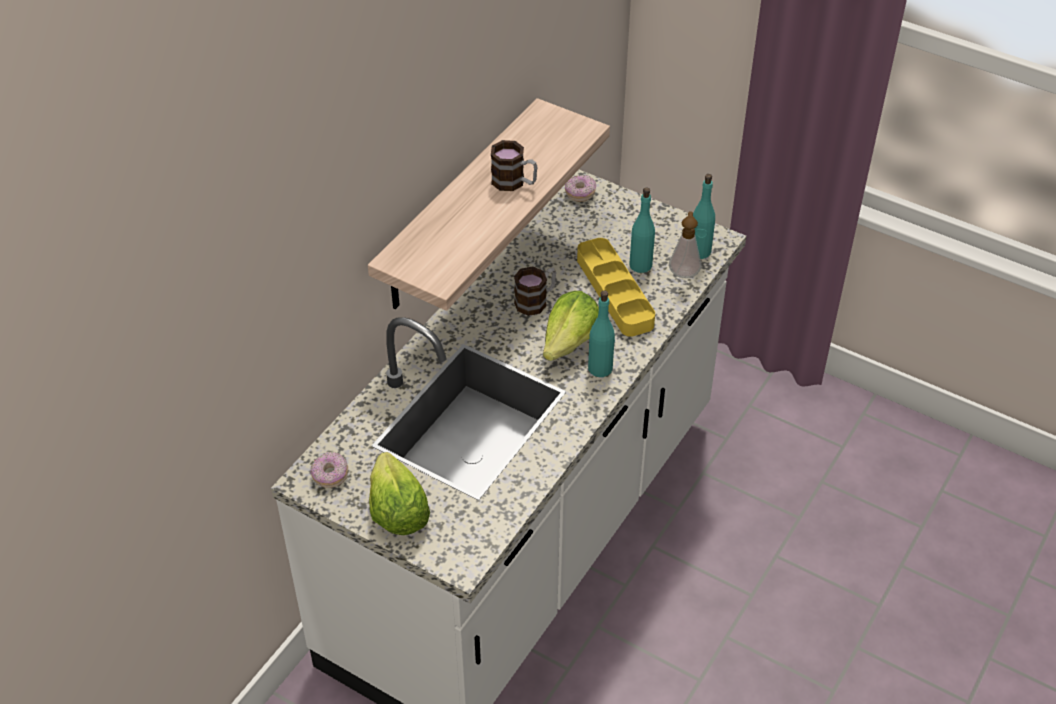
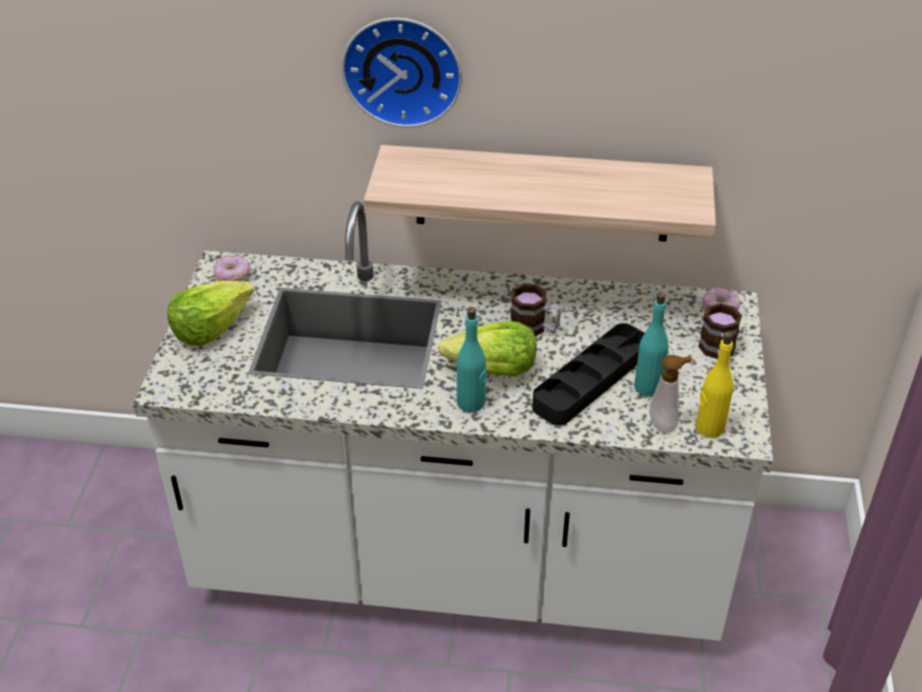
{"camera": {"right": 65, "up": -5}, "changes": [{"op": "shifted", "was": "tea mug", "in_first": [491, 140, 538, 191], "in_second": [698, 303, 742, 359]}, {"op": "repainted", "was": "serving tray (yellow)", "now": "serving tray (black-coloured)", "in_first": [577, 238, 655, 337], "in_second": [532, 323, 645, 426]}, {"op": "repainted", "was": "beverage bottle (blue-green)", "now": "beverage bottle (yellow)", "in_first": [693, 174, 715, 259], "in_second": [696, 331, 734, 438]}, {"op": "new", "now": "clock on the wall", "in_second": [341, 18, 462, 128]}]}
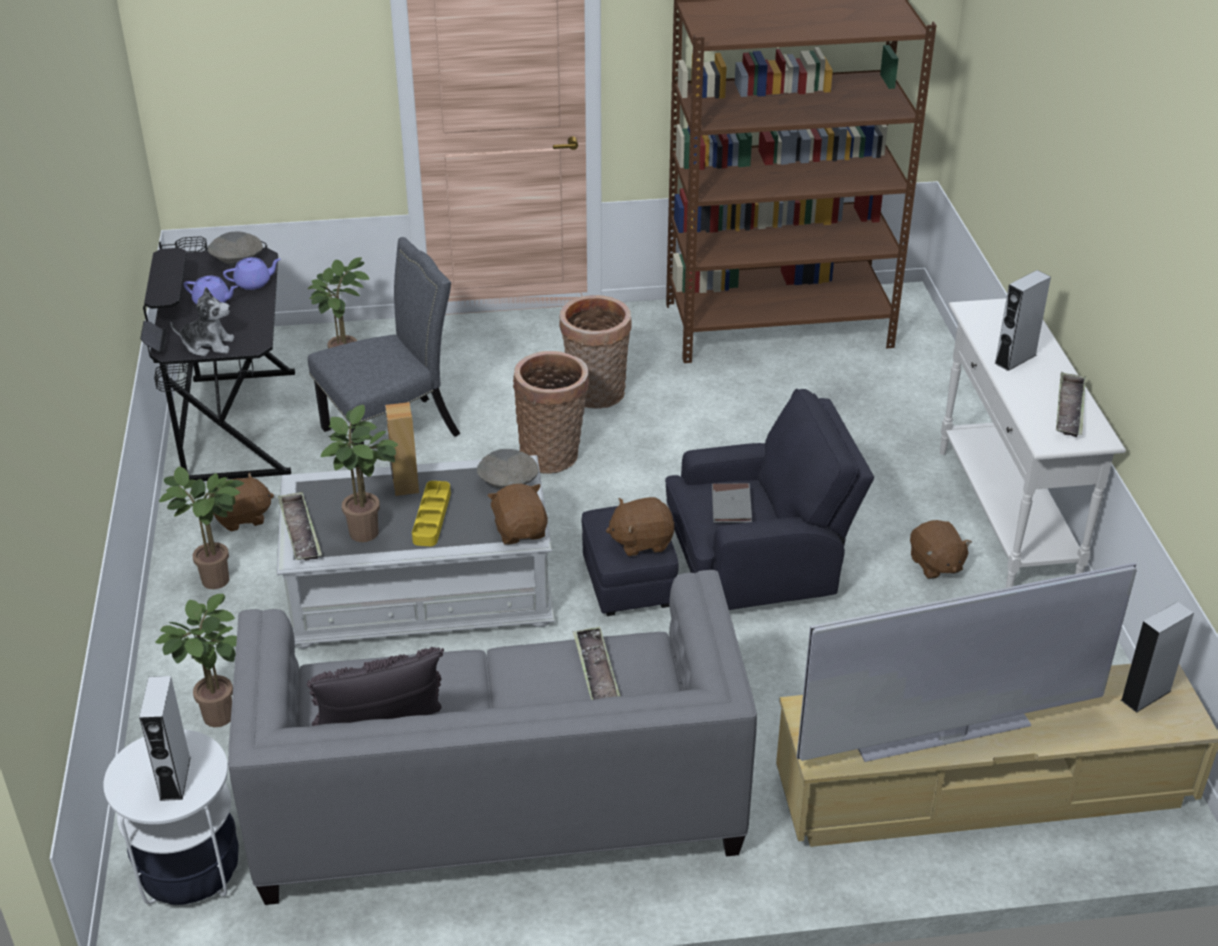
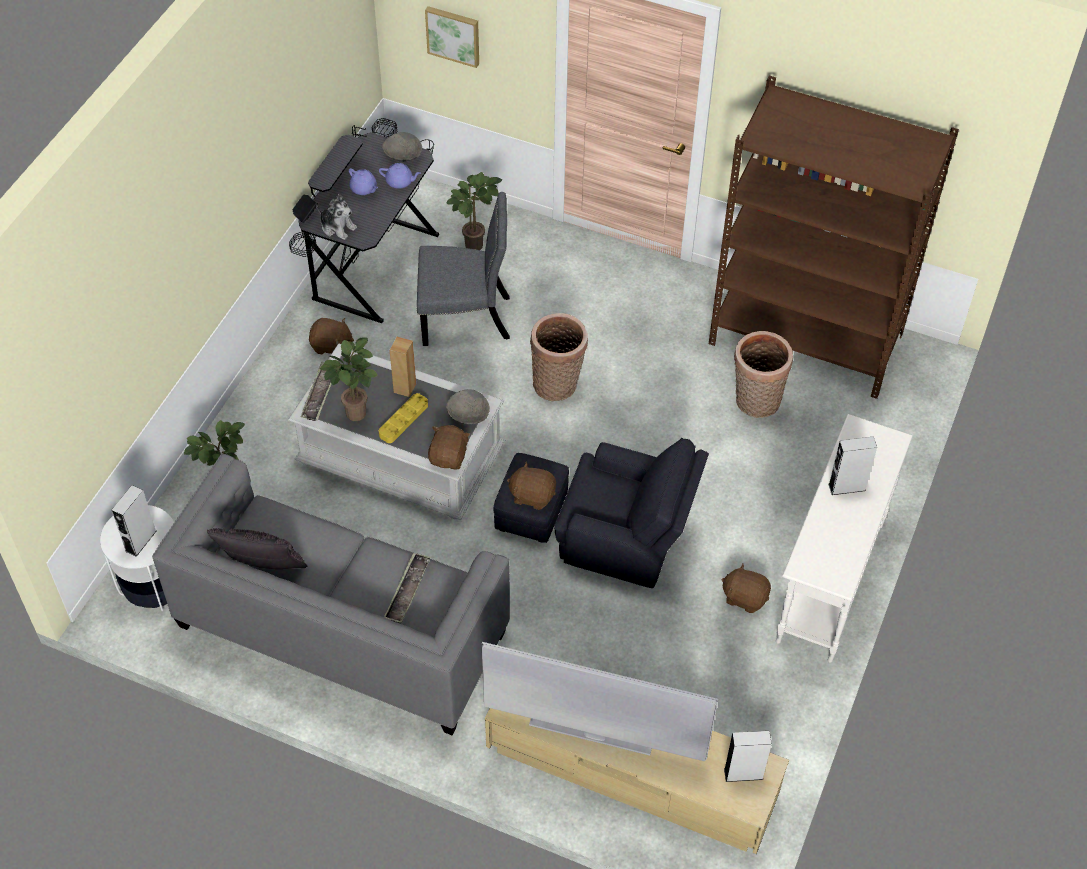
{"camera": {"right": 30, "up": 15}, "changes": [{"op": "gone", "was": "plant in a pot", "in_first": [159, 467, 244, 589]}, {"op": "shifted", "was": "household basket", "in_first": [559, 295, 632, 409], "in_second": [734, 331, 793, 418]}, {"op": "gone", "was": "book (grey)", "in_first": [712, 483, 752, 523]}, {"op": "rotated", "was": "plush toy (brownish)", "in_first": [910, 520, 972, 579], "in_second": [721, 563, 771, 613], "clockwise": 105}, {"op": "gone", "was": "serving tray", "in_first": [1056, 372, 1086, 437]}, {"op": "new", "now": "wall picture", "in_second": [425, 6, 479, 68]}]}
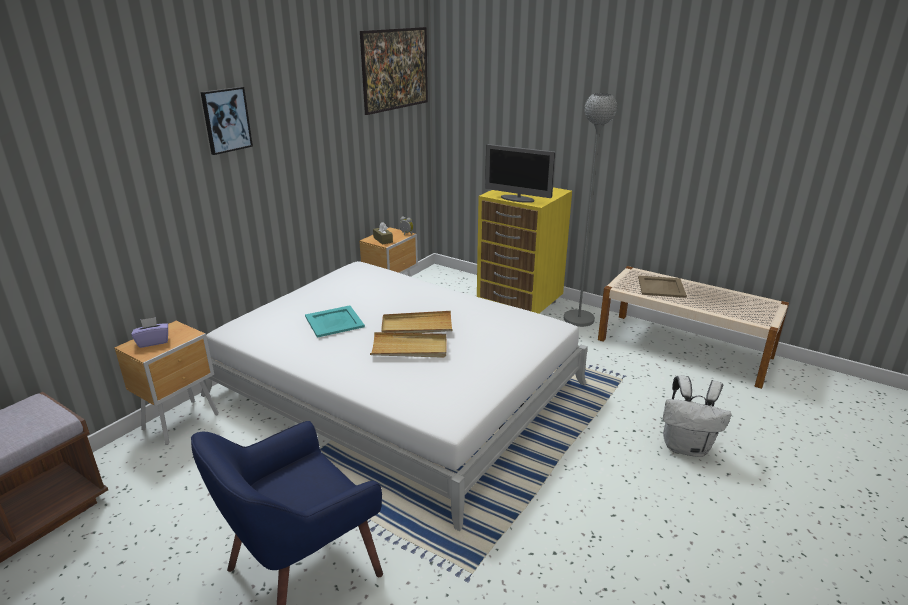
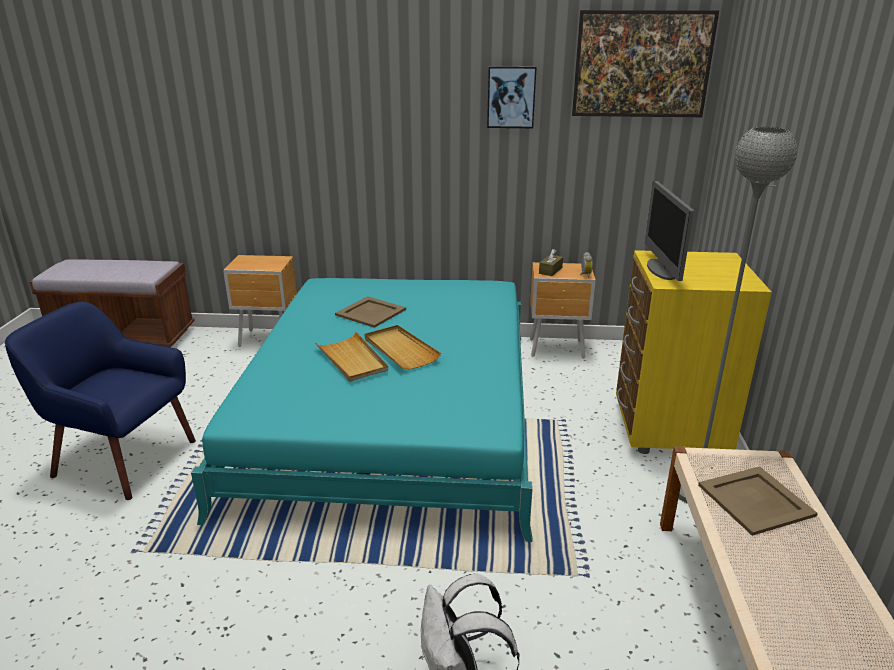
{"camera": {"right": 60, "up": 0}, "changes": [{"op": "gone", "was": "tissue box (purplish)", "in_first": [131, 317, 168, 348]}, {"op": "shifted", "was": "wall picture", "in_first": [201, 87, 253, 155], "in_second": [487, 66, 537, 128]}, {"op": "repainted", "was": "sleeping bed (white)", "now": "sleeping bed (blue-green)", "in_first": [201, 261, 588, 531], "in_second": [191, 278, 533, 542]}, {"op": "repainted", "was": "serving tray (blue-green)", "now": "serving tray (sand-coloured)", "in_first": [305, 305, 365, 338], "in_second": [335, 296, 406, 328]}]}
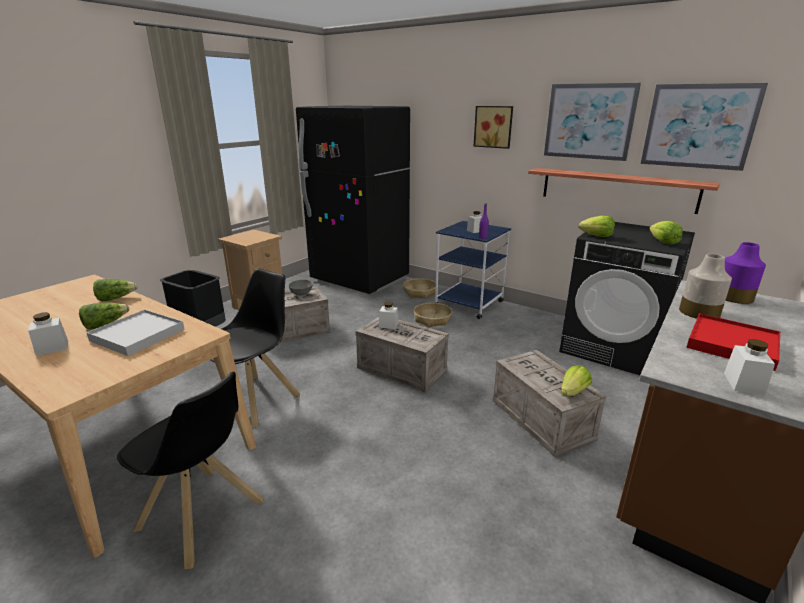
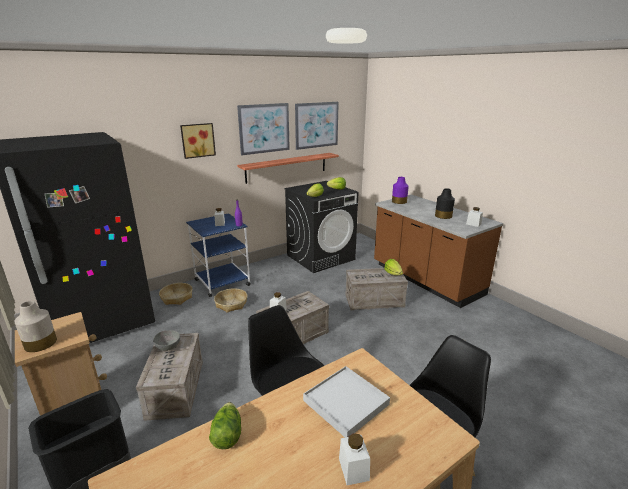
{"camera": {"right": -70, "up": 0}, "changes": [{"op": "gone", "was": "lettuce head", "in_first": [79, 303, 129, 330]}, {"op": "shifted", "was": "decorative vase (sand-coloured)", "in_first": [679, 254, 732, 319], "in_second": [14, 301, 57, 352]}, {"op": "swapped", "was": "serving tray (red-coloured)", "now": "decorative vase (black-coloured)", "in_first": [686, 313, 780, 371], "in_second": [435, 188, 455, 219]}]}
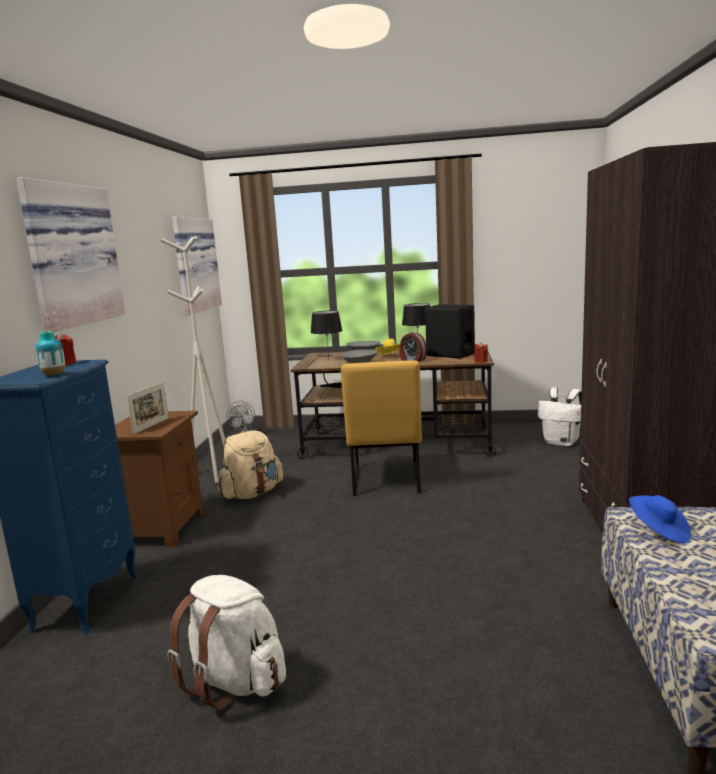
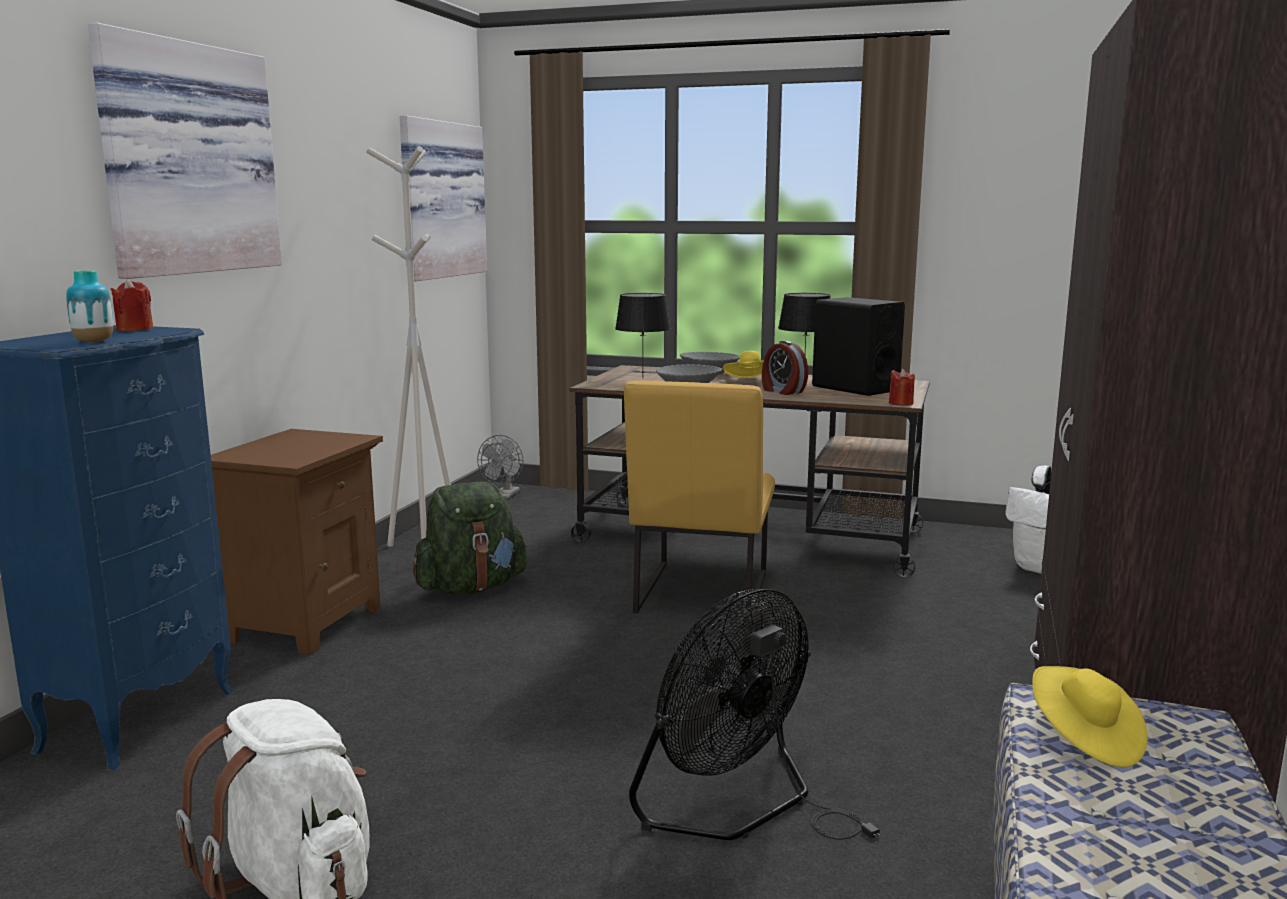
{"camera": {"right": 10, "up": 0}, "changes": [{"op": "gone", "was": "picture frame", "in_first": [127, 382, 169, 434]}, {"op": "repainted", "was": "backpack (sand-coloured)", "now": "backpack (green-coloured)", "in_first": [218, 430, 283, 499], "in_second": [413, 482, 528, 595]}, {"op": "repainted", "was": "wearable hat (bluish)", "now": "wearable hat (yellow)", "in_first": [629, 495, 691, 543], "in_second": [1033, 666, 1148, 768]}, {"op": "new", "now": "cooling fan (black-coloured)", "in_second": [629, 589, 880, 840]}]}
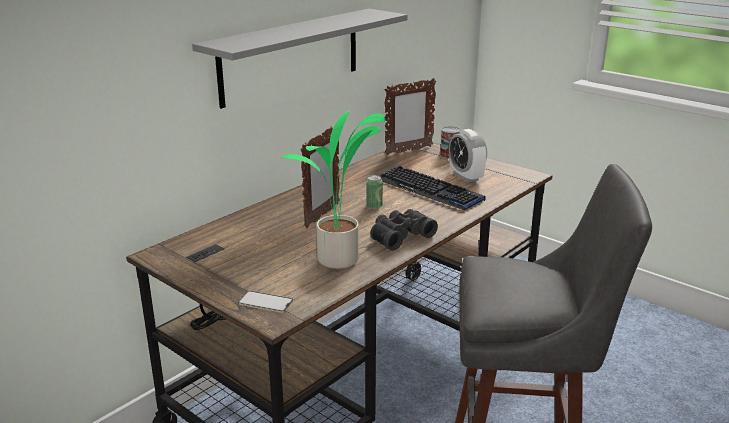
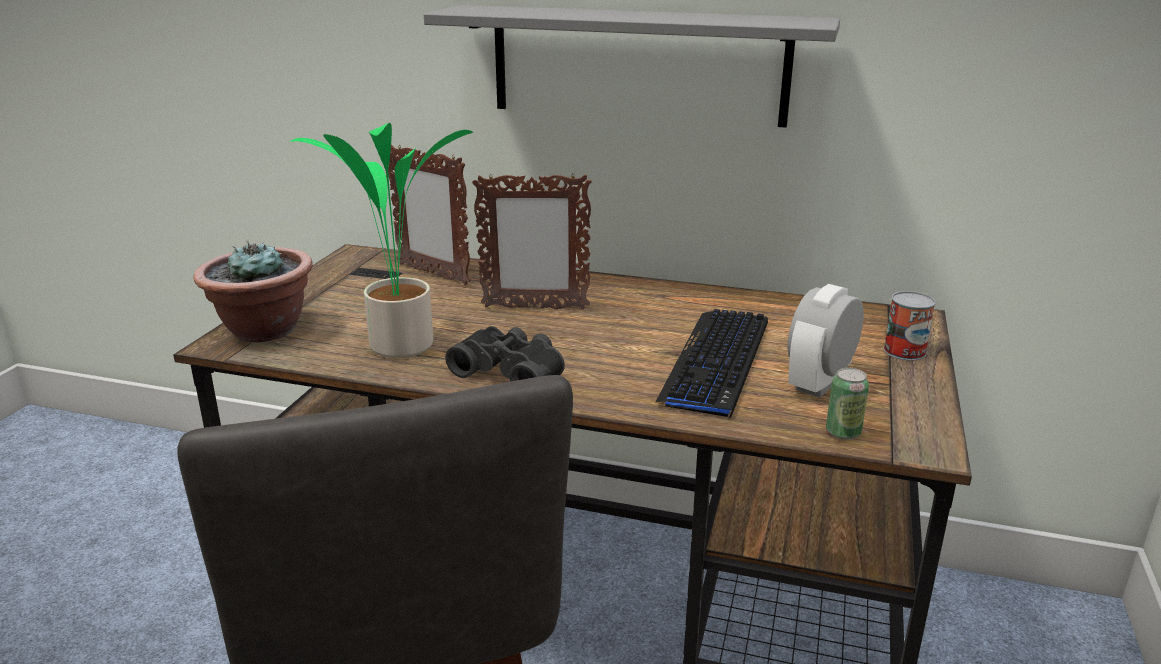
{"camera": {"right": 65, "up": 0}, "changes": [{"op": "swapped", "was": "phone", "now": "plant in a pot", "in_first": [238, 291, 293, 313], "in_second": [193, 241, 313, 342]}, {"op": "shifted", "was": "can", "in_first": [366, 175, 383, 209], "in_second": [826, 368, 869, 439]}, {"op": "shifted", "was": "picture frame", "in_first": [384, 78, 436, 155], "in_second": [388, 145, 471, 285]}]}
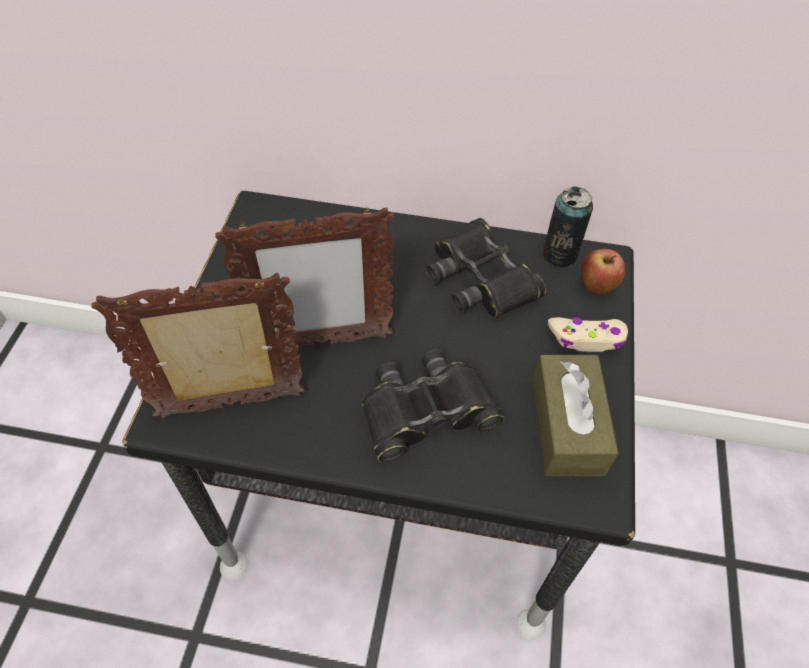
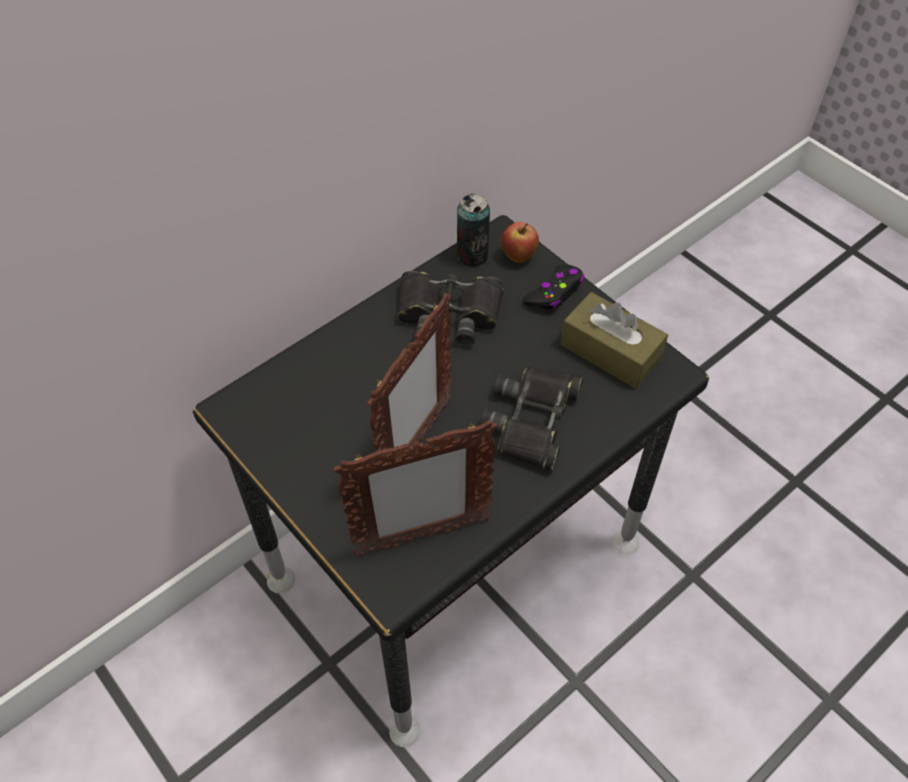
{"camera": {"right": -50, "up": 0}, "changes": [{"op": "rotated", "was": "picture frame", "in_first": [92, 273, 305, 418], "in_second": [333, 420, 498, 557], "clockwise": -135}, {"op": "repainted", "was": "game controller (sand-coloured)", "now": "game controller (black-coloured)", "in_first": [548, 317, 628, 352], "in_second": [522, 264, 585, 309]}]}
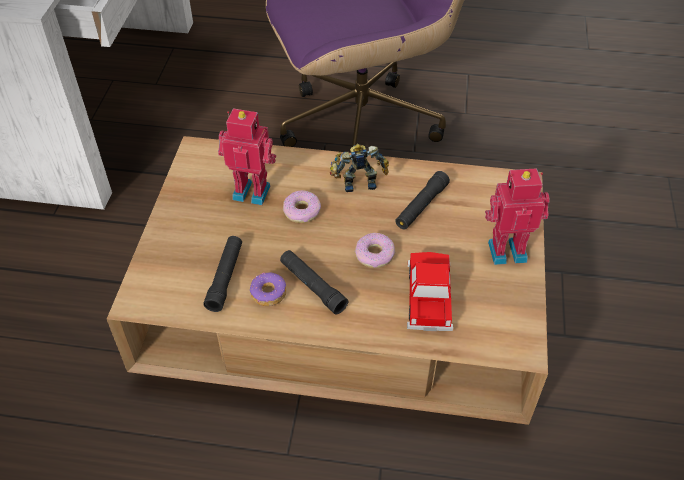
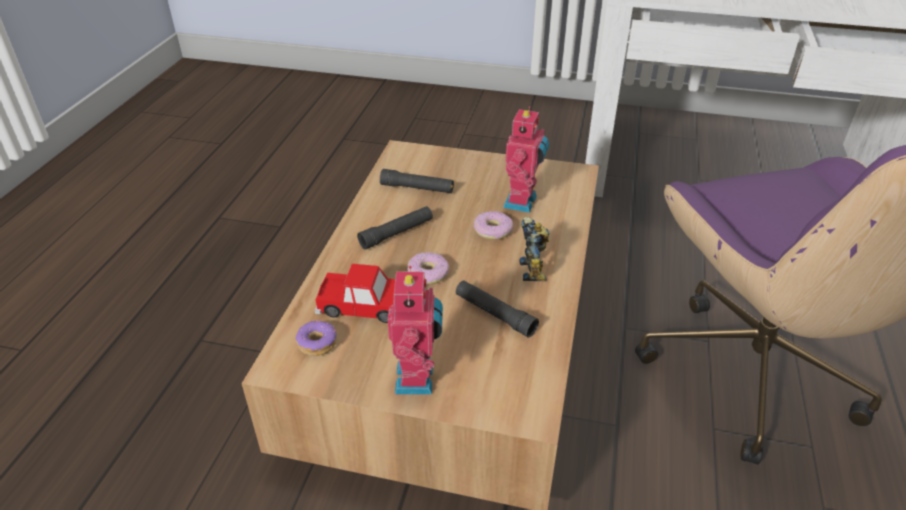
{"camera": {"right": 95, "up": -10}, "changes": [{"op": "shifted", "was": "donut", "in_first": [250, 272, 286, 306], "in_second": [296, 321, 337, 356]}]}
